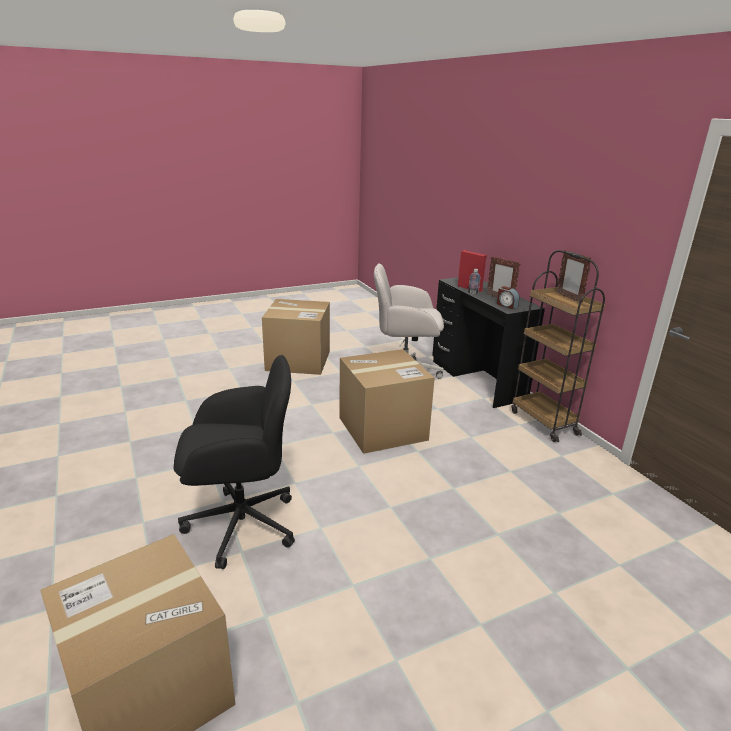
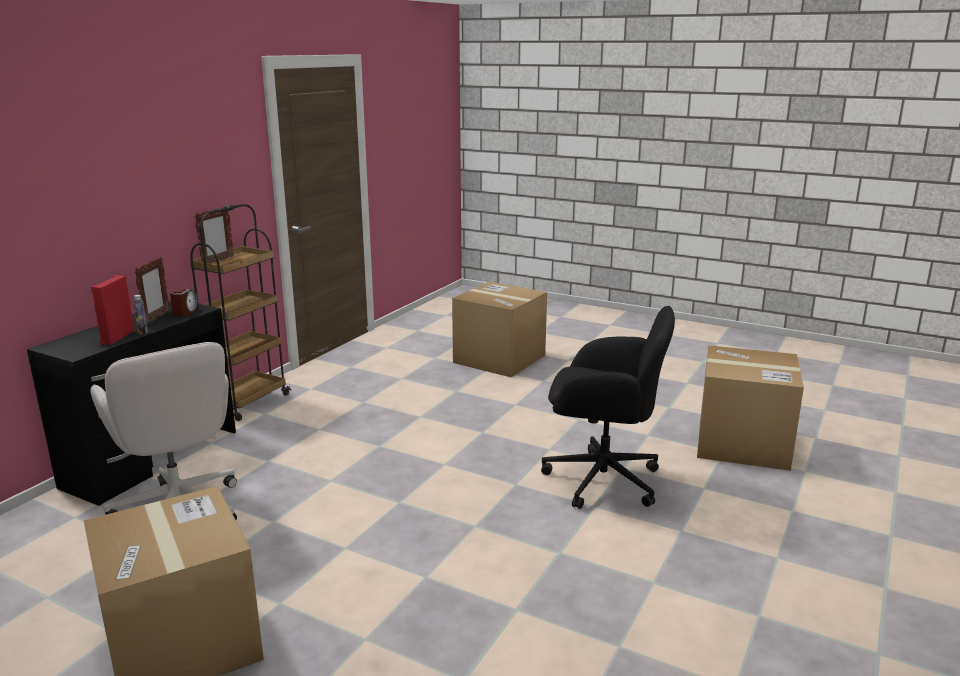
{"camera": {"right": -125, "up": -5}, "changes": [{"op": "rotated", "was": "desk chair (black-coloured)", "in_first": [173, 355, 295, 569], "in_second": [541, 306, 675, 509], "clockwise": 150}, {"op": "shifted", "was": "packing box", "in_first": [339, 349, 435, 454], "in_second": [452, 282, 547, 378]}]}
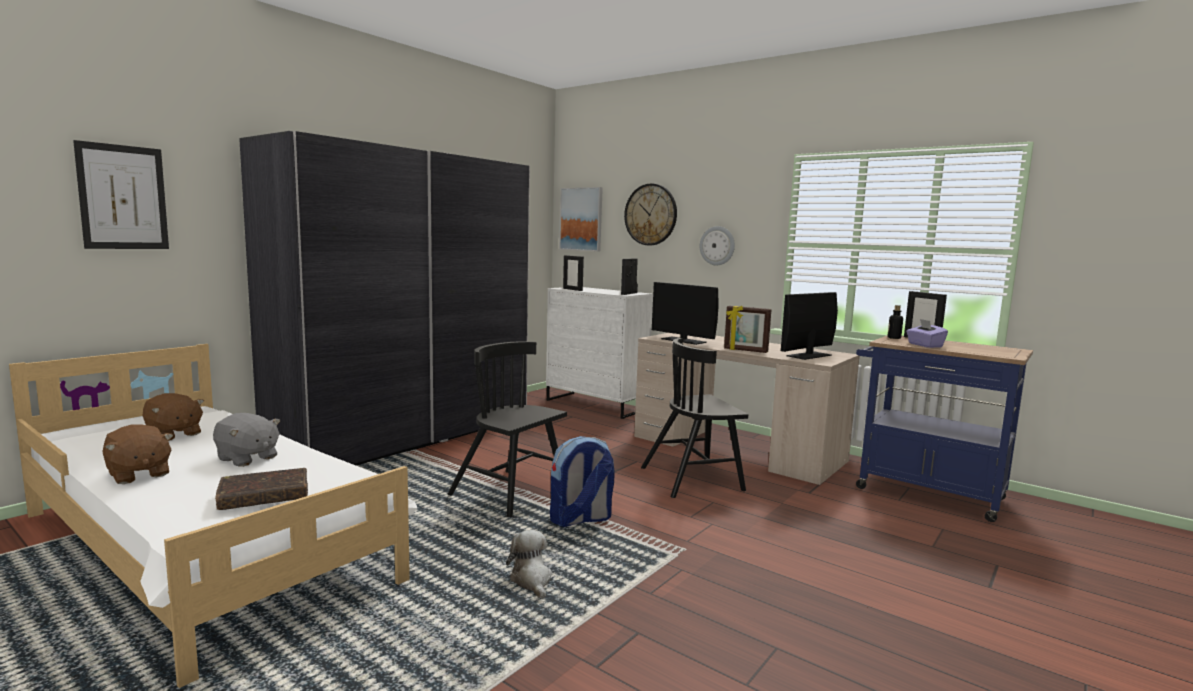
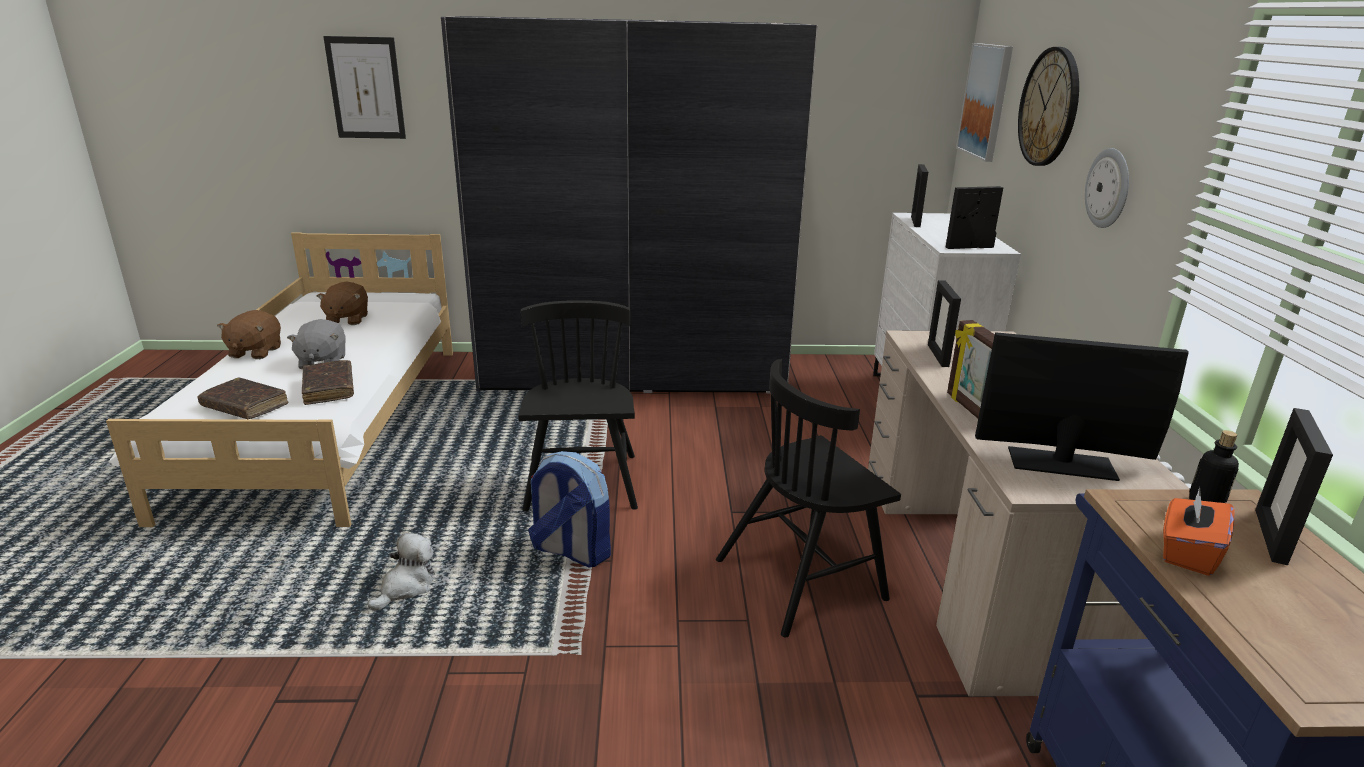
{"camera": {"right": 50, "up": 15}, "changes": [{"op": "rotated", "was": "upright chair (black-coloured)", "in_first": [641, 338, 748, 498], "in_second": [716, 359, 901, 638], "clockwise": -60}, {"op": "swapped", "was": "monitor", "now": "picture frame", "in_first": [652, 282, 719, 345], "in_second": [928, 280, 961, 367]}, {"op": "repainted", "was": "tissue box (purplish)", "now": "tissue box (orangey)", "in_first": [906, 319, 948, 348], "in_second": [1163, 487, 1234, 576]}, {"op": "new", "now": "book (brownish)", "in_second": [302, 360, 354, 405]}]}
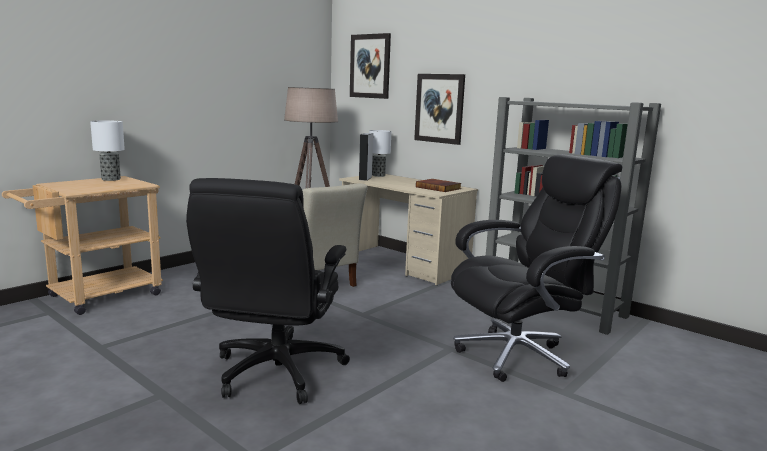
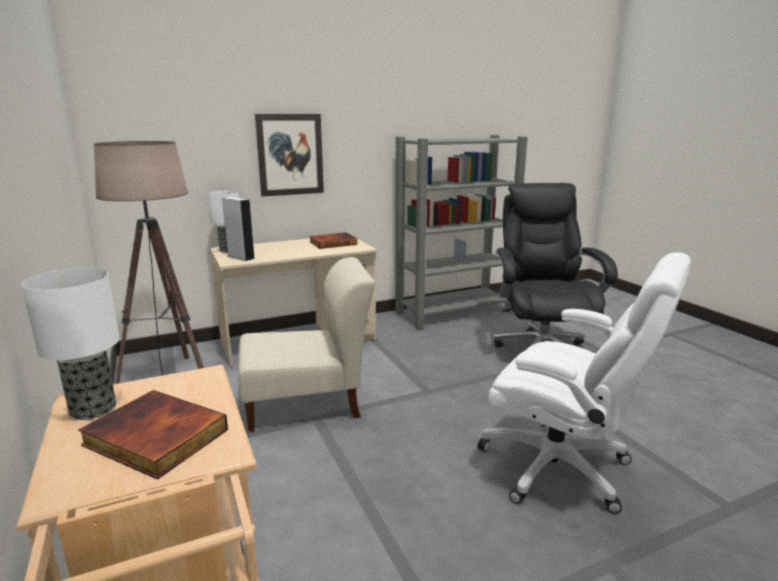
{"camera": {"right": -65, "up": 5}, "changes": [{"op": "repainted", "was": "desk chair (black-coloured)", "now": "desk chair (white)", "in_first": [186, 178, 350, 404], "in_second": [477, 252, 691, 514]}, {"op": "gone", "was": "wall picture", "in_first": [350, 33, 391, 99]}, {"op": "new", "now": "book", "in_second": [78, 390, 228, 480]}]}
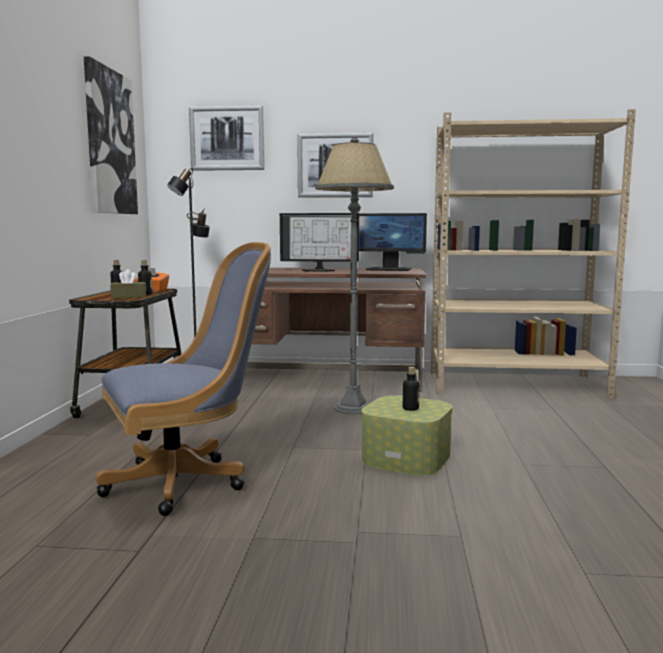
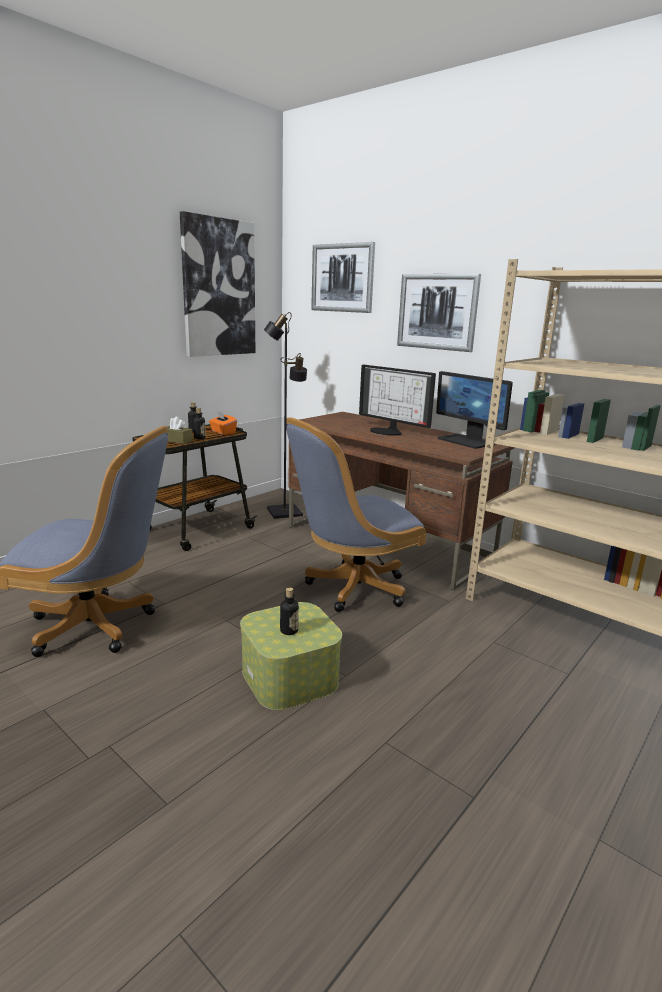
{"camera": {"right": 35, "up": 10}, "changes": [{"op": "swapped", "was": "standing lamp (grey)", "now": "desk chair (bluish)", "in_first": [315, 138, 394, 415], "in_second": [286, 417, 426, 612]}]}
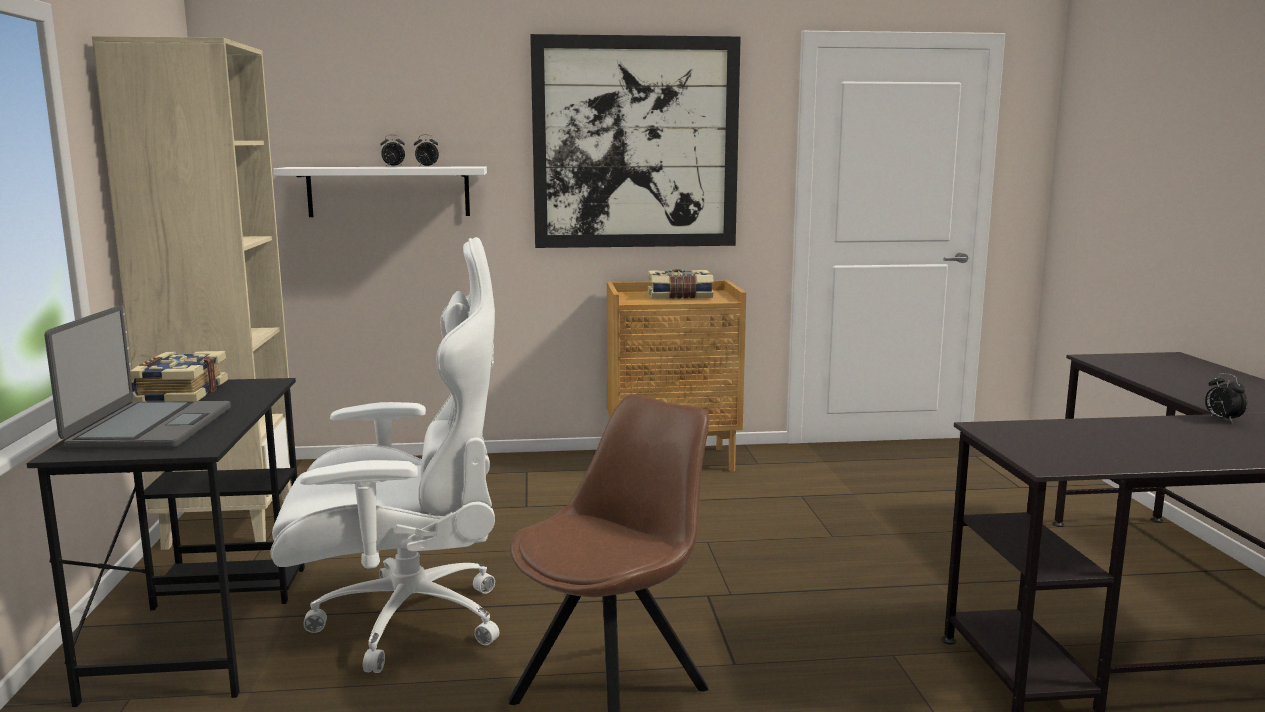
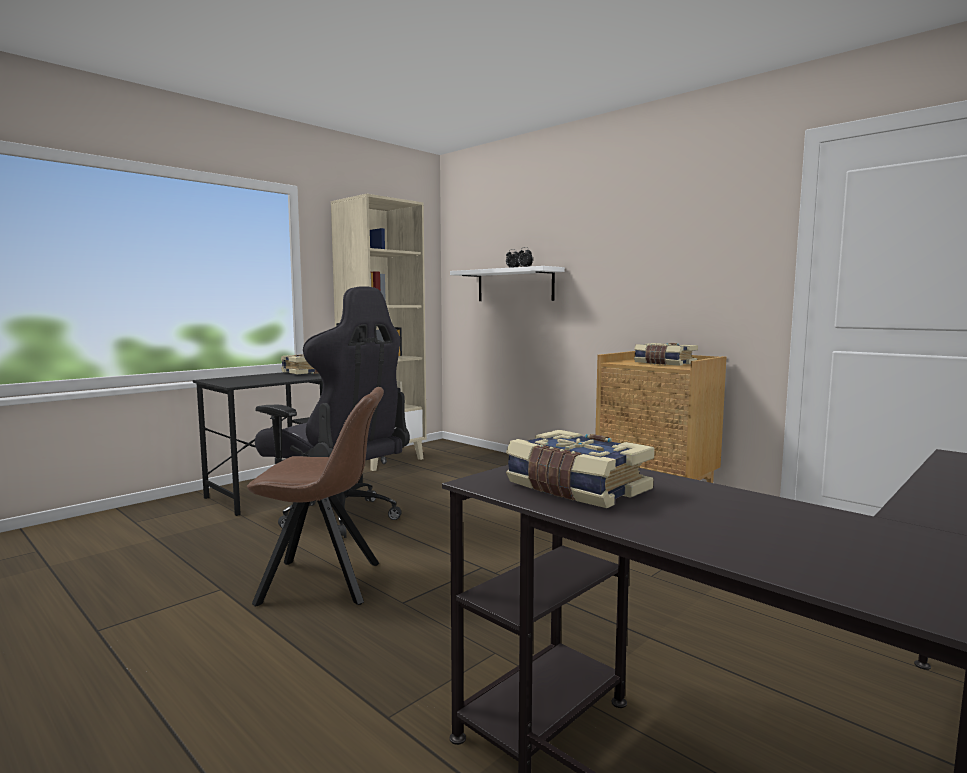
{"camera": {"right": 50, "up": -5}, "changes": [{"op": "gone", "was": "laptop", "in_first": [44, 305, 231, 449]}, {"op": "repainted", "was": "desk chair (white)", "now": "desk chair (black-coloured)", "in_first": [270, 237, 499, 673], "in_second": [255, 286, 410, 538]}, {"op": "gone", "was": "wall picture", "in_first": [530, 34, 741, 248]}, {"op": "gone", "was": "table clock", "in_first": [1205, 373, 1247, 423]}, {"op": "new", "now": "book", "in_second": [506, 430, 655, 508]}]}
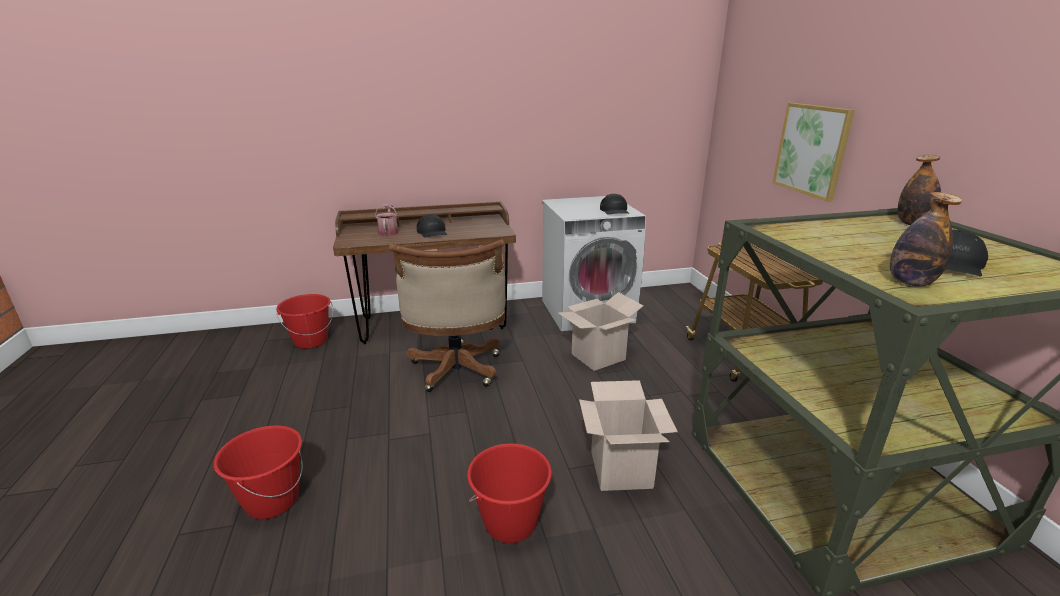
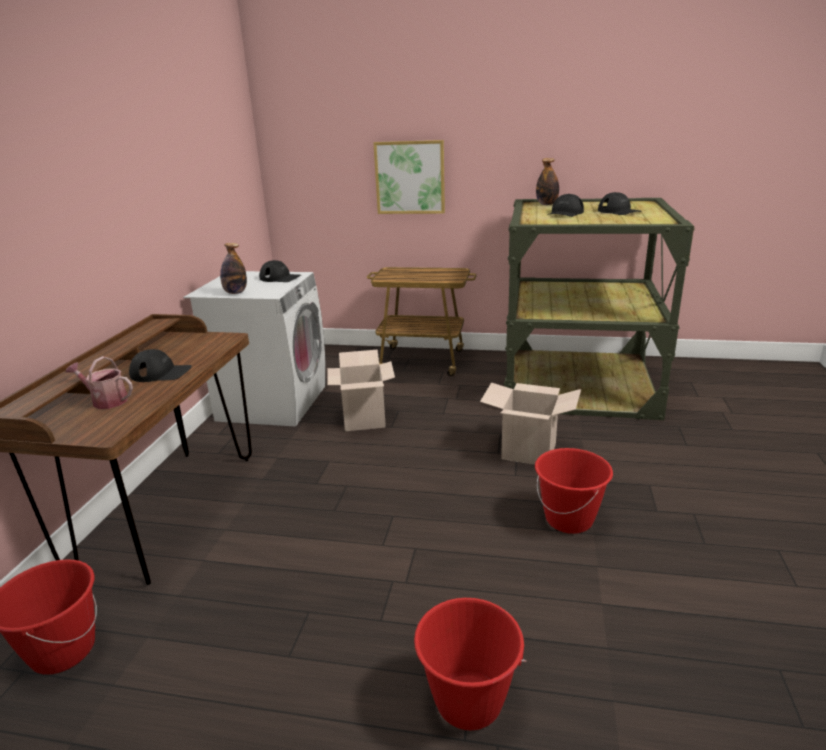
{"camera": {"right": -65, "up": 0}, "changes": [{"op": "gone", "was": "desk chair", "in_first": [389, 240, 506, 392]}, {"op": "shifted", "was": "beverage bottle", "in_first": [890, 192, 962, 287], "in_second": [220, 243, 247, 294]}, {"op": "new", "now": "cap (black-coloured)", "in_second": [548, 194, 584, 217]}]}
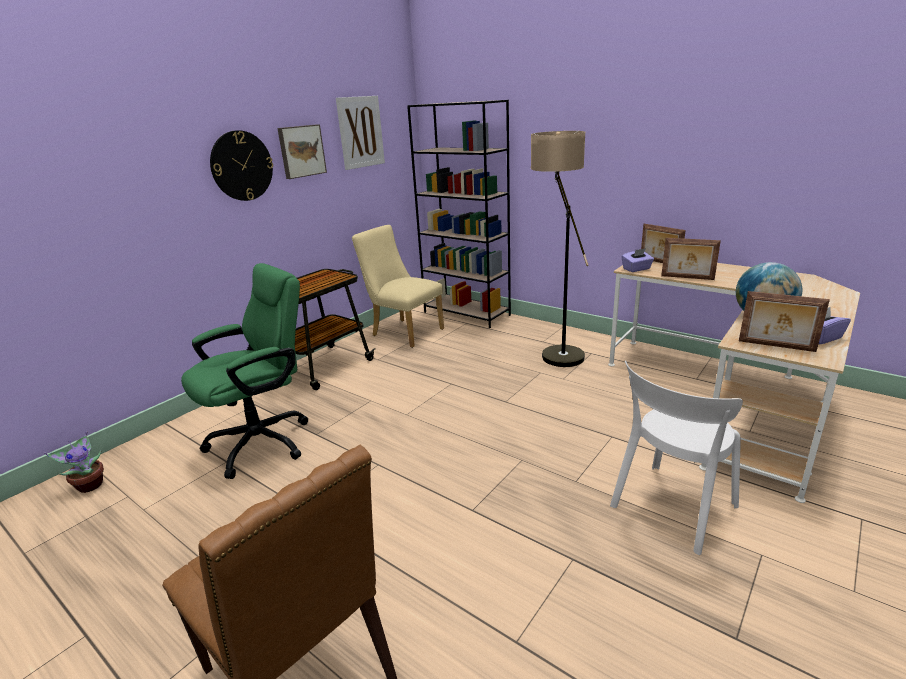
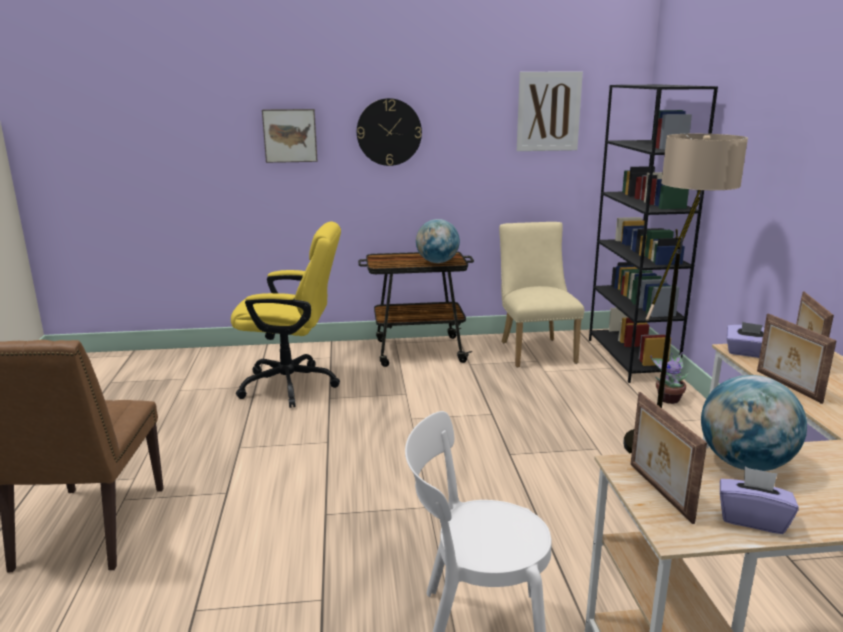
{"camera": {"right": 45, "up": -5}, "changes": [{"op": "shifted", "was": "plant in a pot", "in_first": [44, 432, 104, 493], "in_second": [650, 352, 689, 404]}, {"op": "repainted", "was": "desk chair (green-coloured)", "now": "desk chair (yellow)", "in_first": [181, 263, 308, 479], "in_second": [231, 222, 341, 408]}, {"op": "shifted", "was": "wall picture", "in_first": [277, 124, 327, 179], "in_second": [262, 109, 317, 163]}, {"op": "repainted", "was": "bookshelf (sand-coloured)", "now": "bookshelf (black-coloured)", "in_first": [407, 100, 511, 328], "in_second": [589, 85, 718, 383]}, {"op": "new", "now": "desk globe", "in_second": [416, 219, 460, 263]}]}
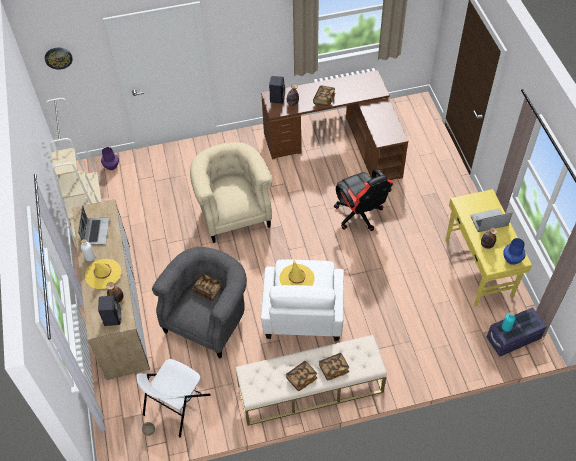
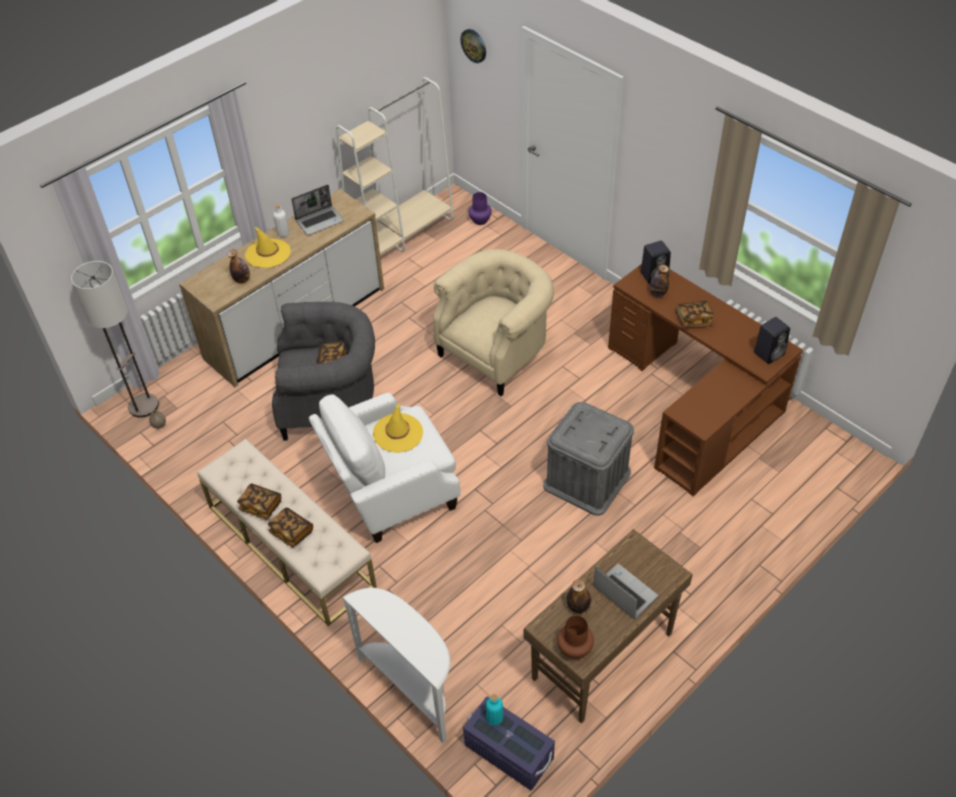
{"camera": {"right": 60, "up": -5}, "changes": [{"op": "shifted", "was": "audio speaker (black-coloured)", "in_first": [98, 295, 121, 326], "in_second": [754, 317, 790, 364]}, {"op": "gone", "was": "upright chair (white)", "in_first": [136, 359, 211, 438]}, {"op": "swapped", "was": "desk chair (black-coloured)", "now": "storage container (grey)", "in_first": [334, 169, 393, 231], "in_second": [543, 402, 634, 516]}, {"op": "repainted", "was": "console table (yellow)", "now": "console table (brownish)", "in_first": [445, 189, 532, 307], "in_second": [524, 529, 693, 724]}, {"op": "repainted", "was": "decorative vase (bluish)", "now": "decorative vase (brownish)", "in_first": [503, 238, 526, 265], "in_second": [557, 616, 594, 659]}, {"op": "new", "now": "standing lamp", "in_second": [71, 261, 159, 418]}, {"op": "new", "now": "console table (white)", "in_second": [342, 588, 450, 743]}]}
